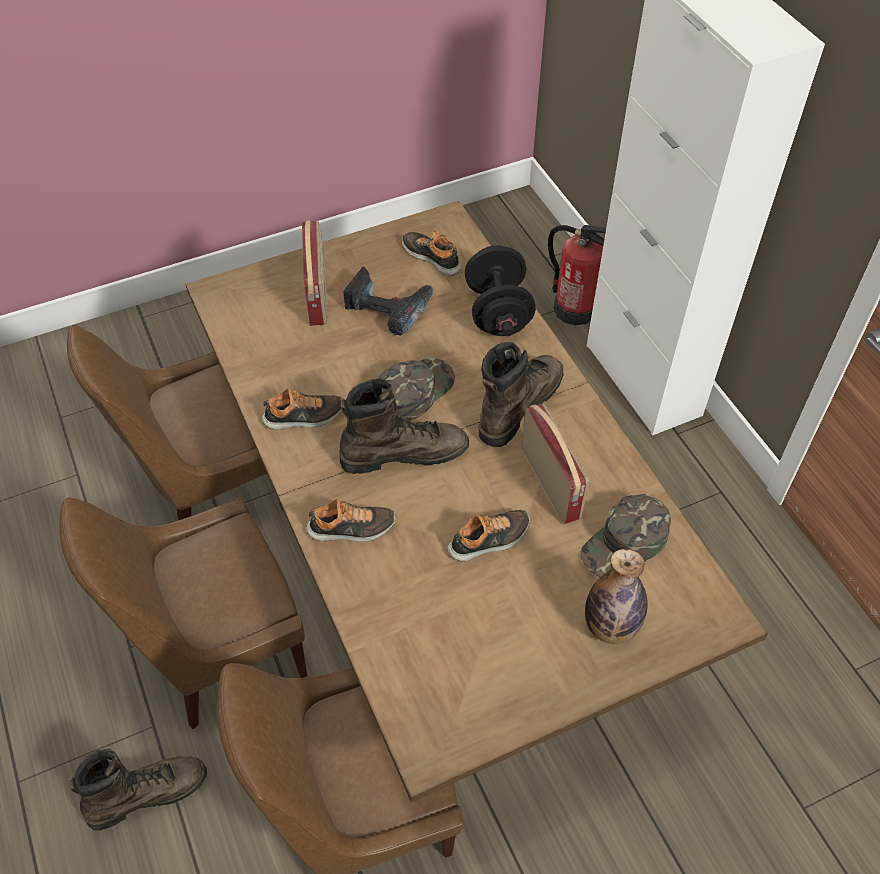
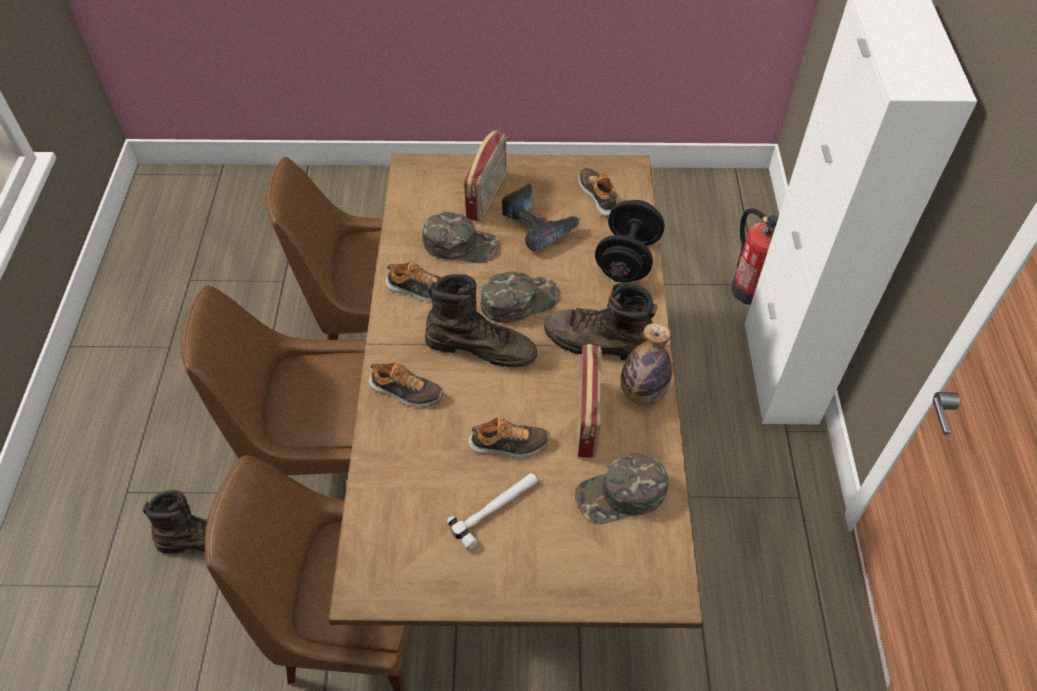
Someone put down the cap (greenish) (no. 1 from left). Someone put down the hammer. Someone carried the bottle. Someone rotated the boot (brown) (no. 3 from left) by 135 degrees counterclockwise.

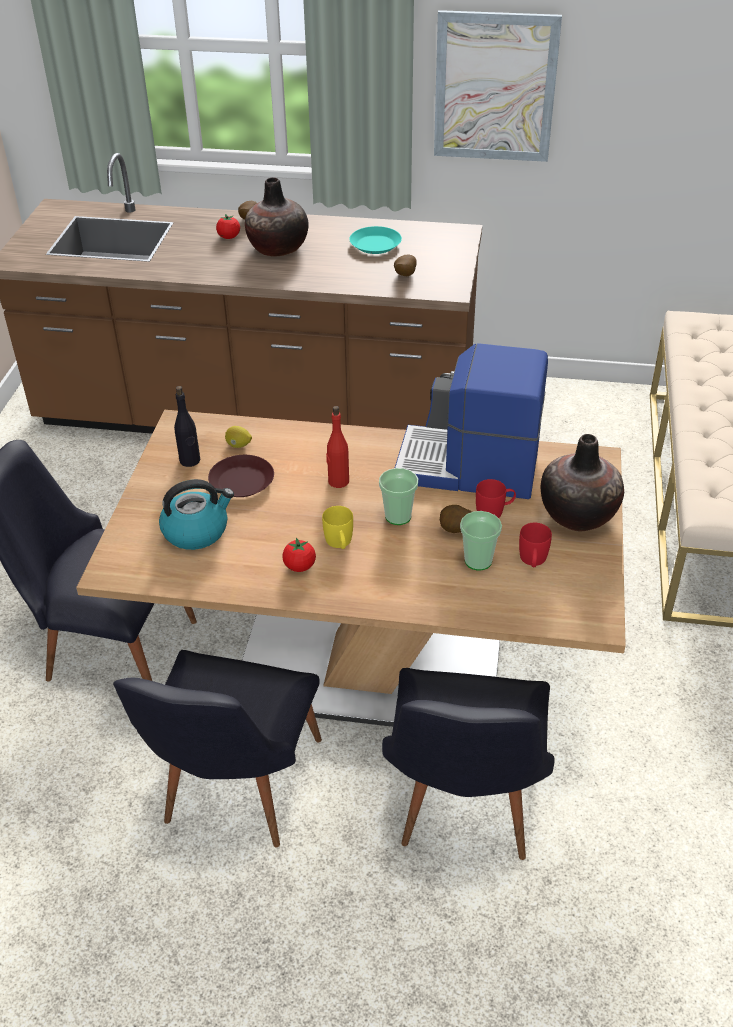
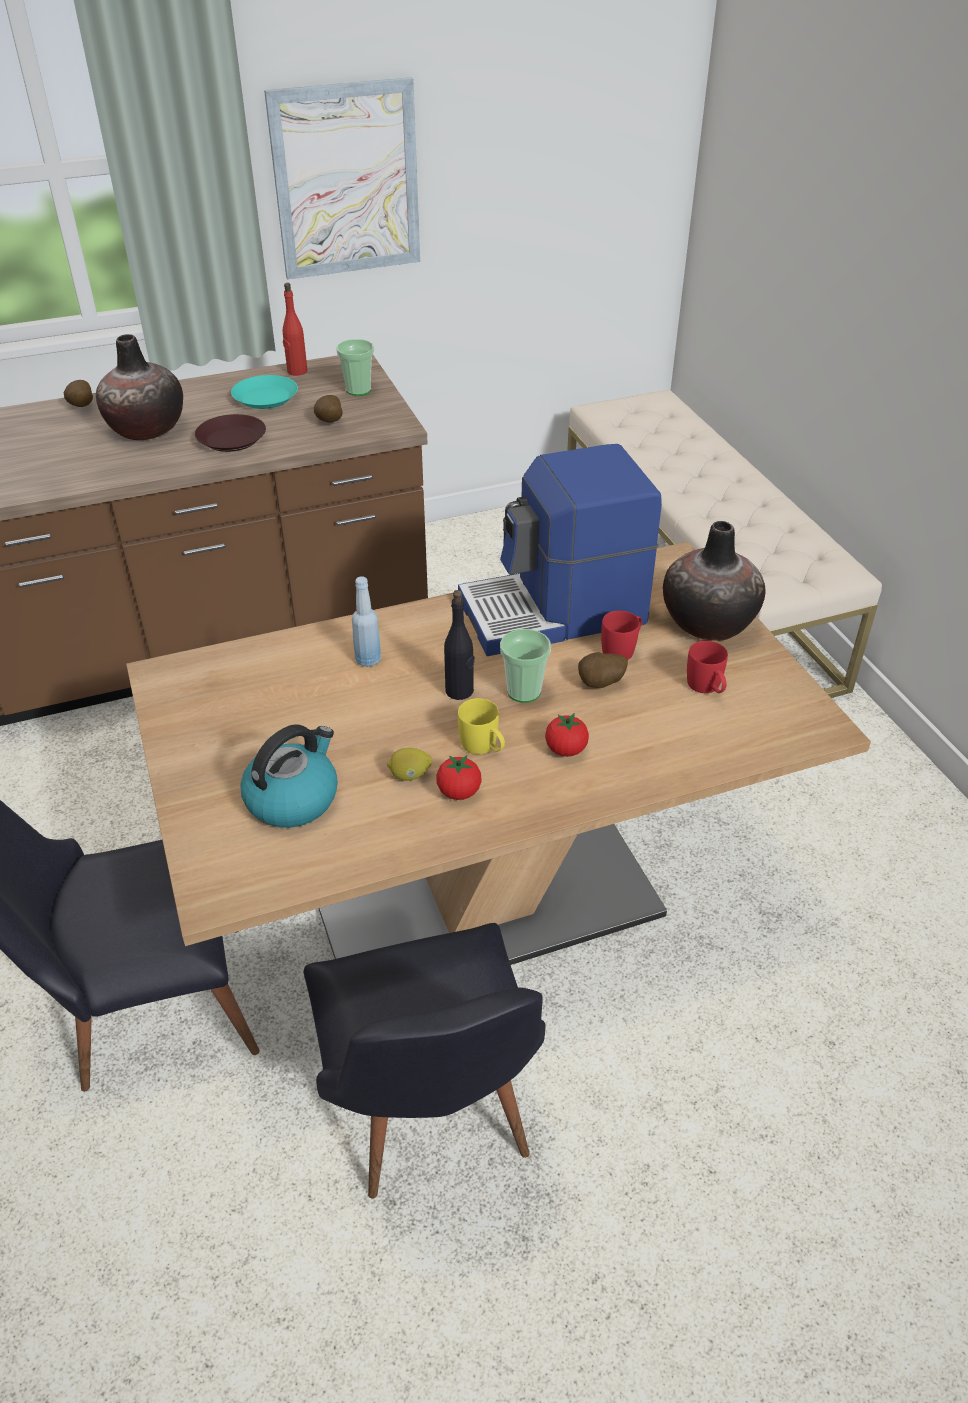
Someone took away the plain chair (blackish) (no. 3 from left). Someone put down the bottle (bluish). Someone carried the bottle (blackish). Someone carried the dinner plate (brown). Someone carried the fresh tomato (no. 1 from left in the first image). Someone carried the citrus fruit. Someone carried the bottle (red). Someone carried the drinking cup (no. 2 from left in the first image).

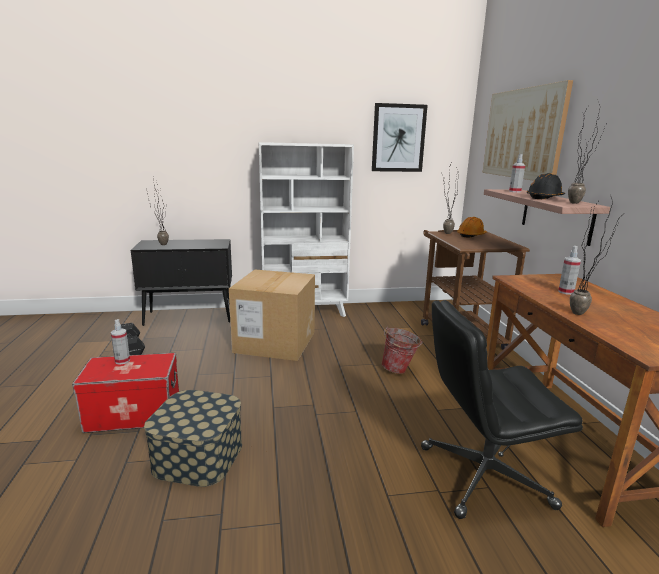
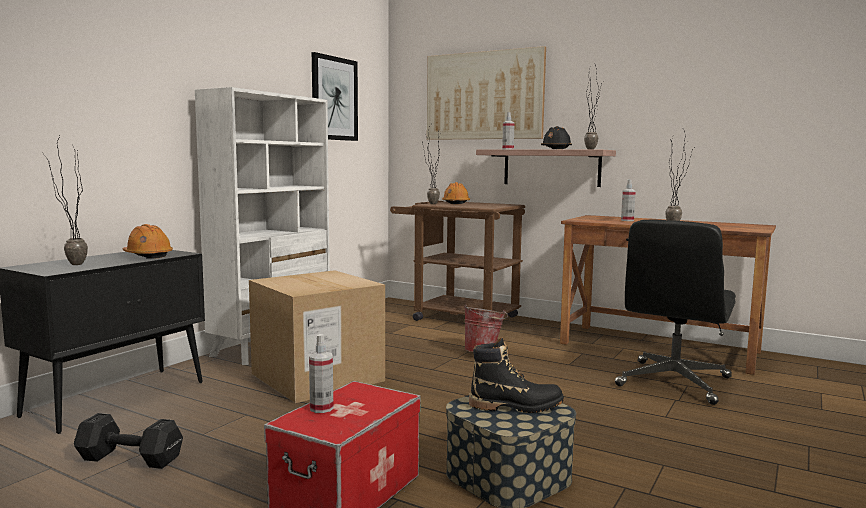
Someone put down the work helmet (orange-coloured) (no. 1 from left). Someone put down the boot (blackish).

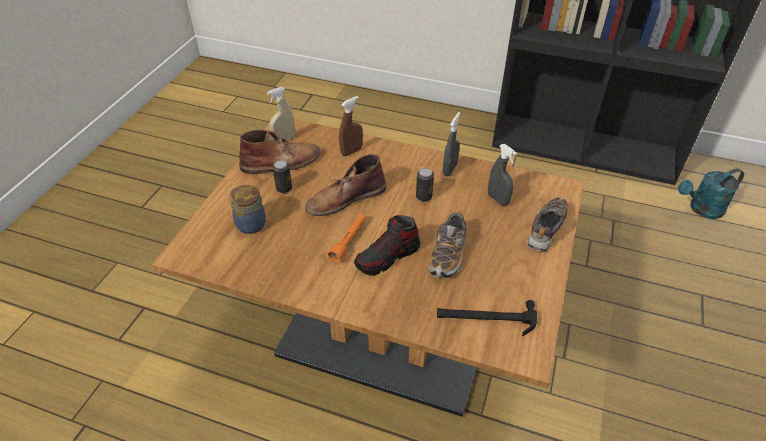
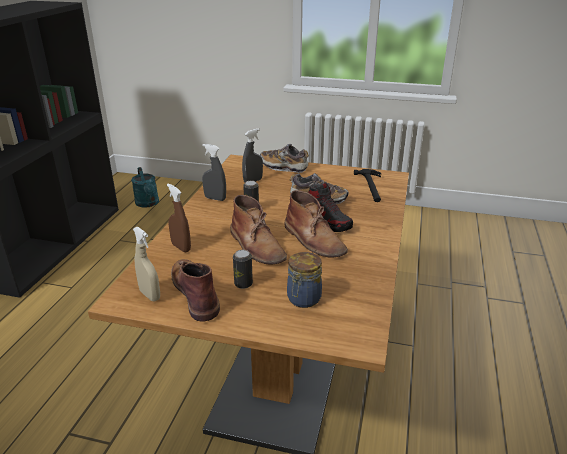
Someone swapped the hand torch (orange-coloured) for the boot (brown) (no. 3 from left).

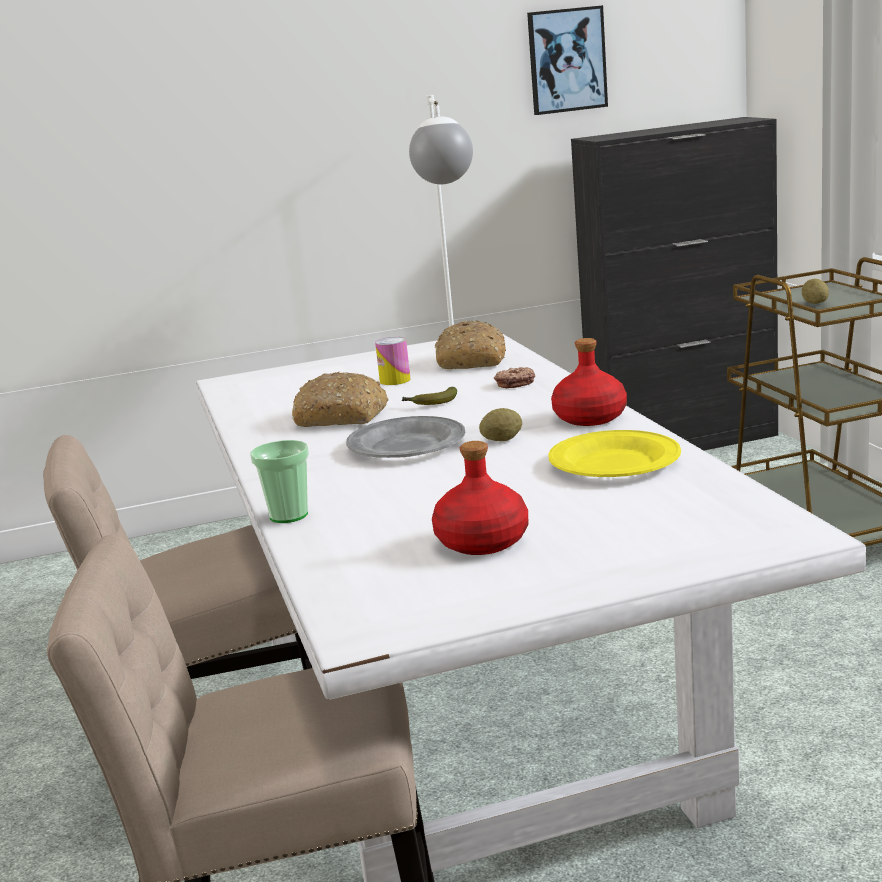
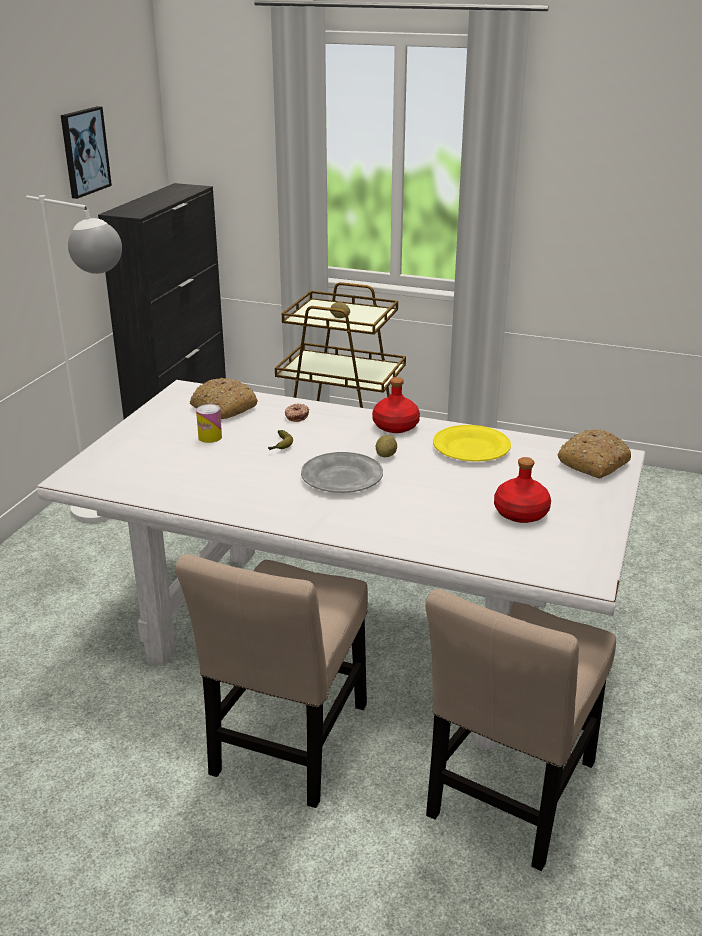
Someone took away the drinking cup. Someone carried the baked bread (no. 1 from left in the first image).

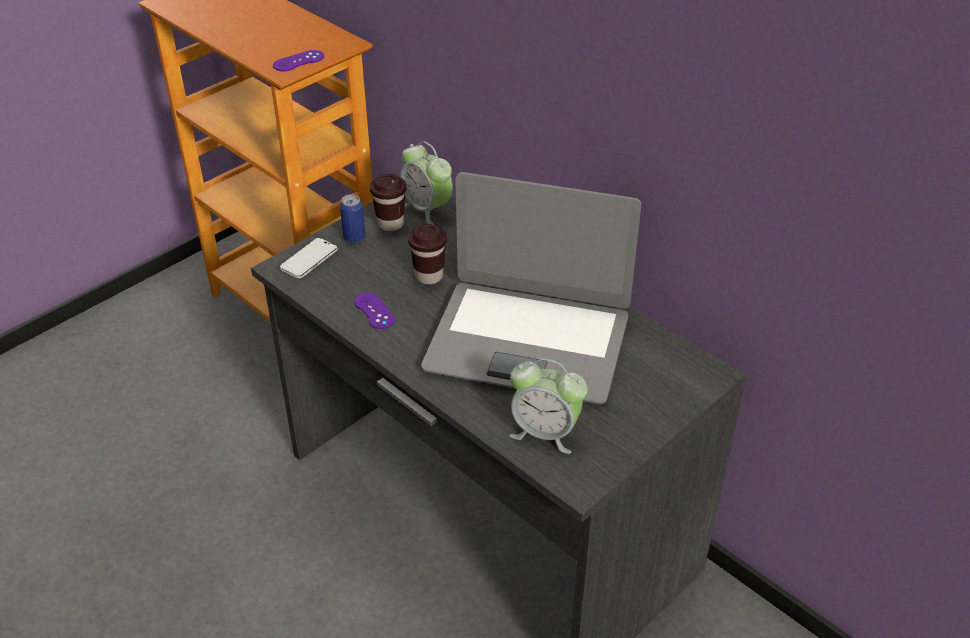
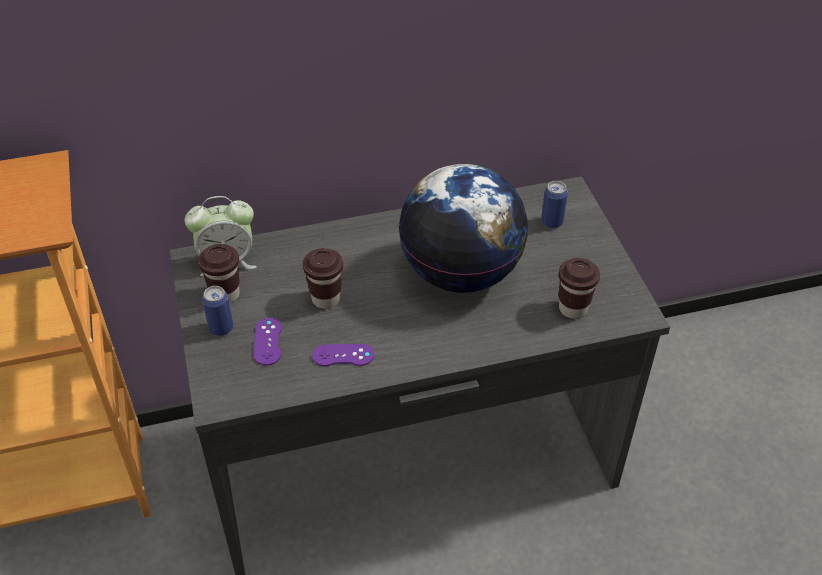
Someone took away the phone. Someone put down the metal can (no. 2 from left). Someone carried the game controller (purple-coloured) (no. 1 from left). Someone swapped the portable computer for the desk globe. Someone swapped the alarm clock (no. 2 from left) for the drinking cup (brown) (no. 3 from left).

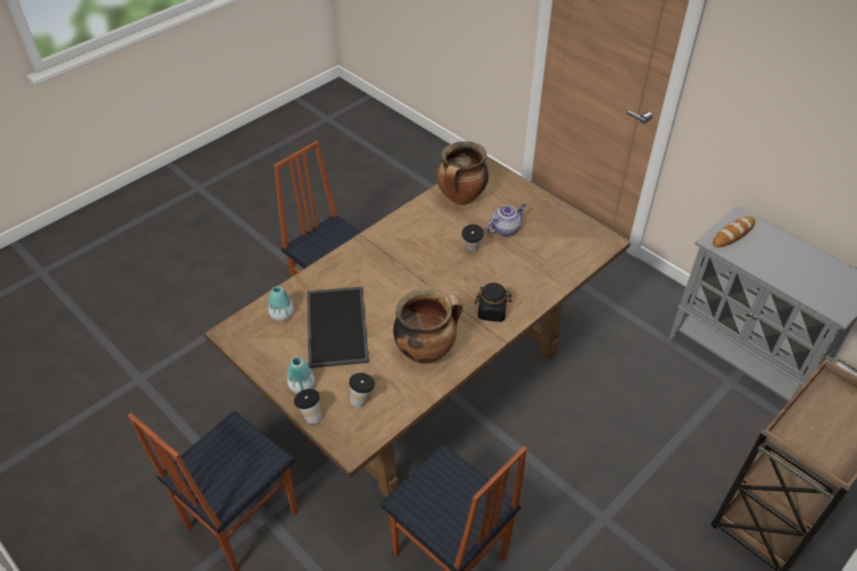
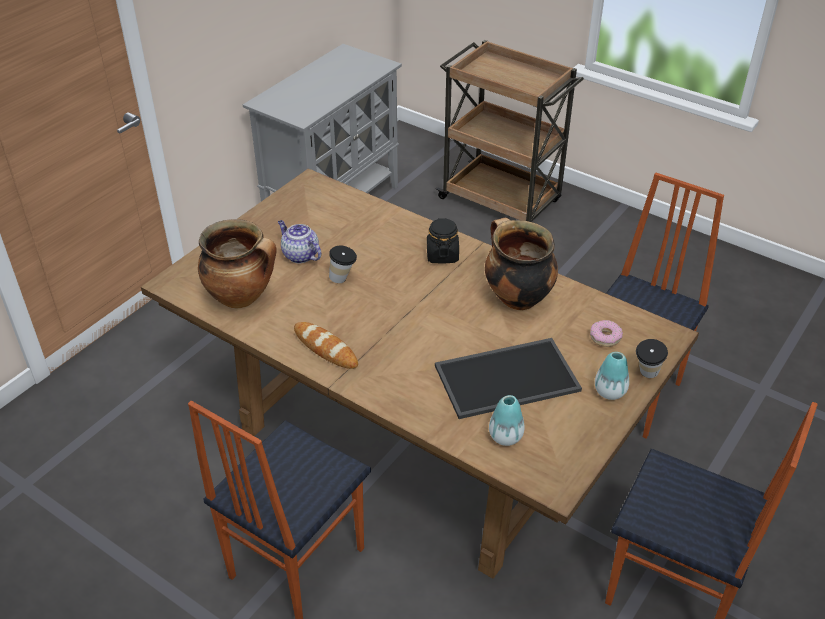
Someone carried the baked bread. Someone swapped the drinking cup (no. 2 from left) for the doughnut.

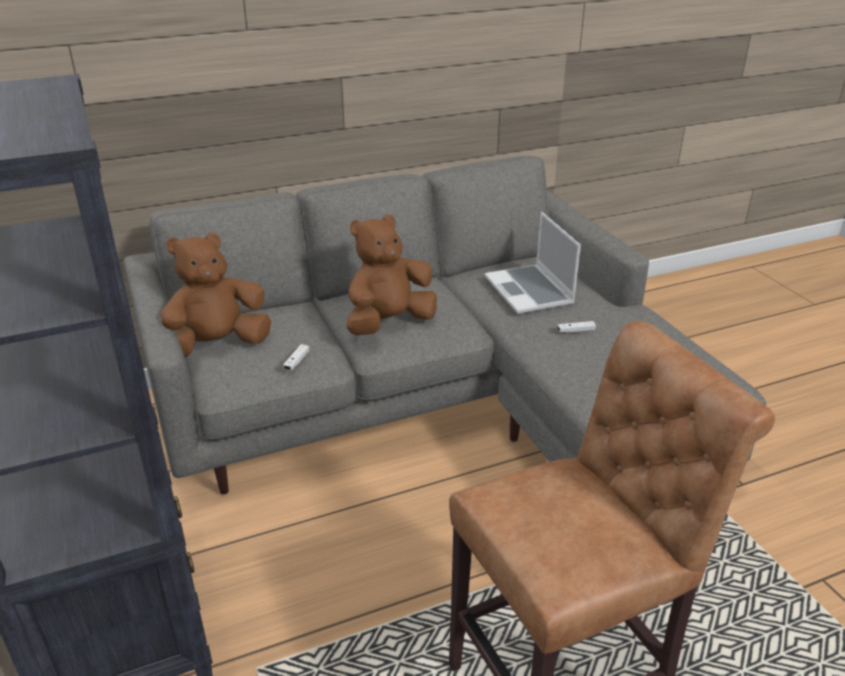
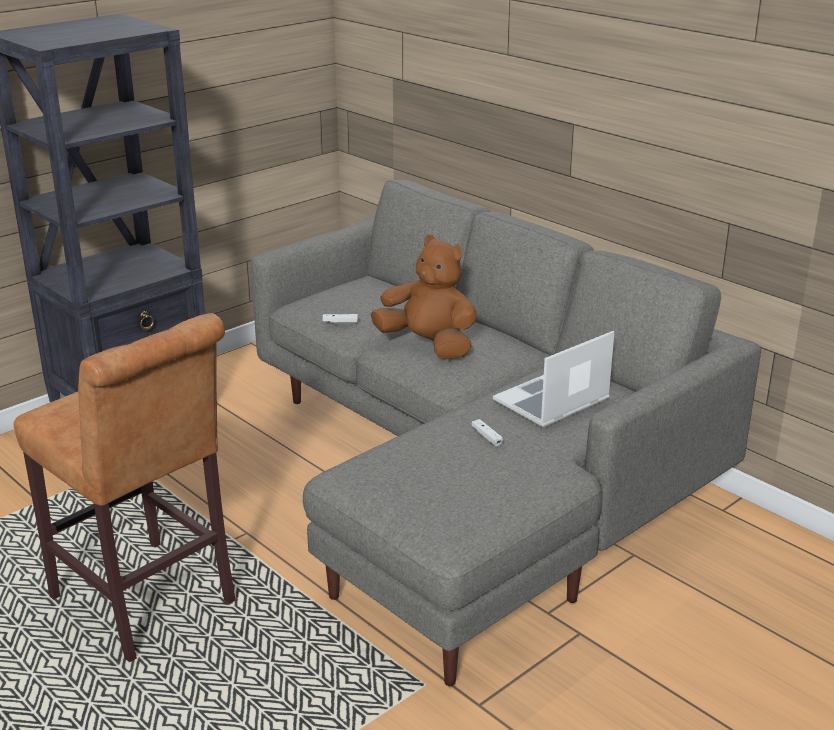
Someone took away the plush toy (brown) (no. 1 from left).

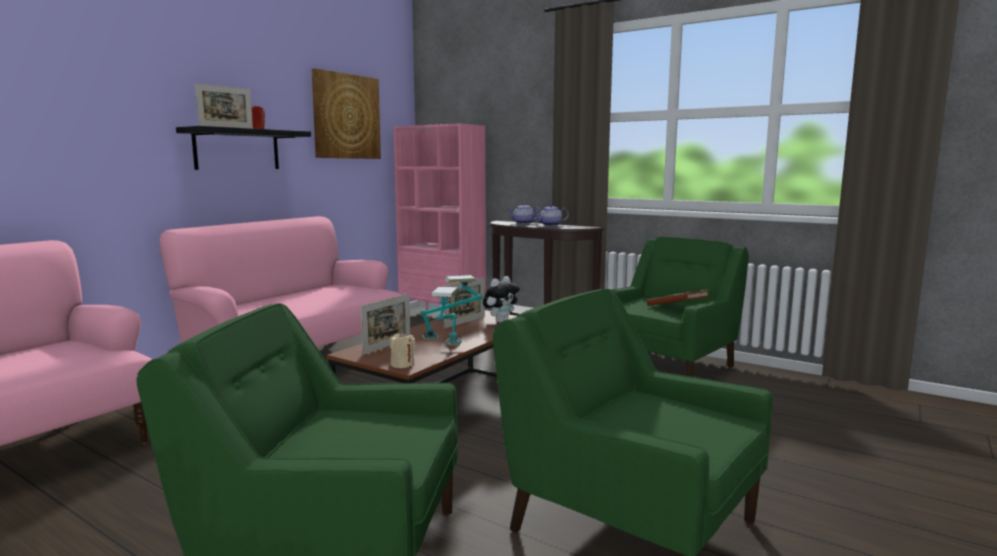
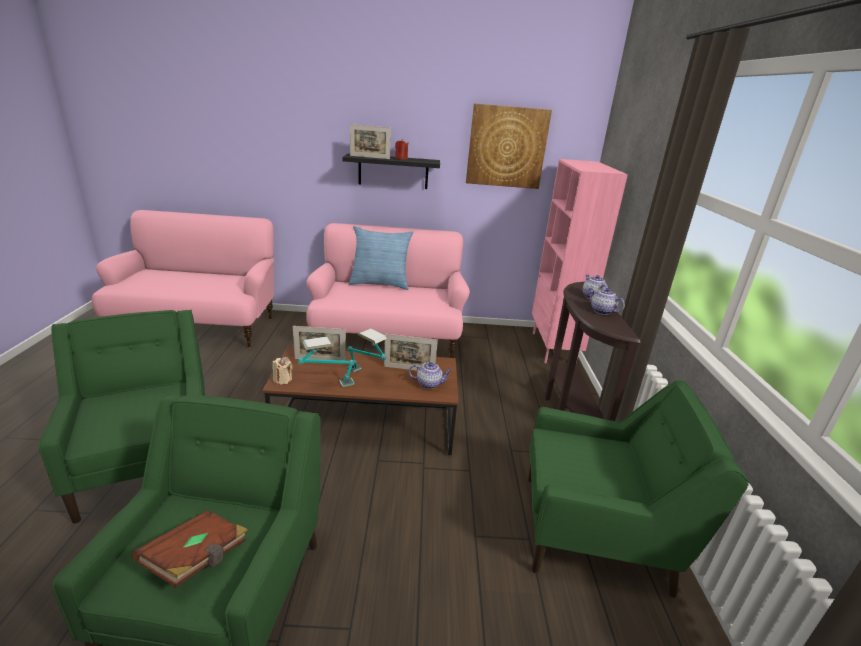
Someone put down the cushion. Someone carried the volume (brown). Someone swapped the plush toy for the tea pot (no. 1 from left).

